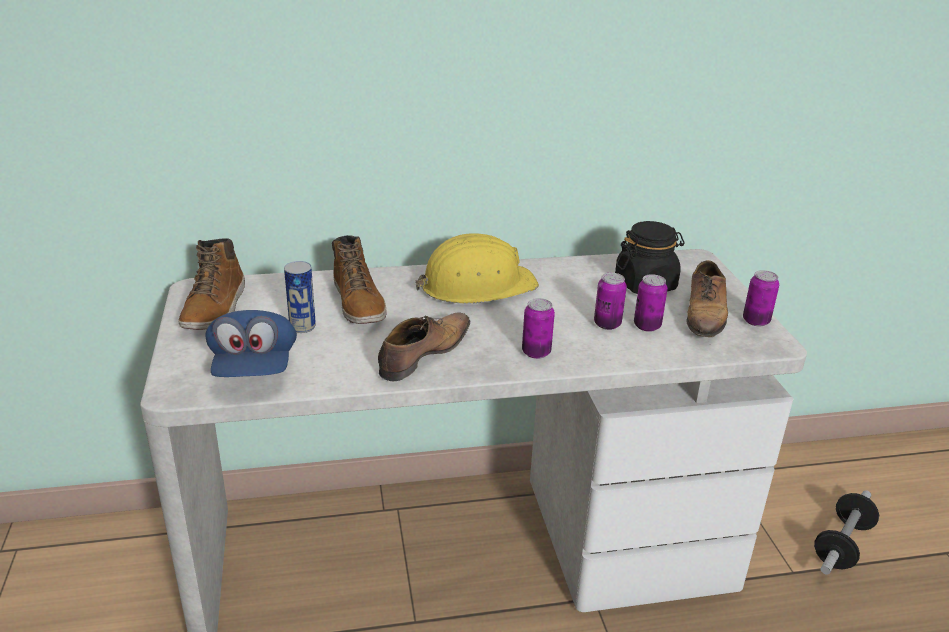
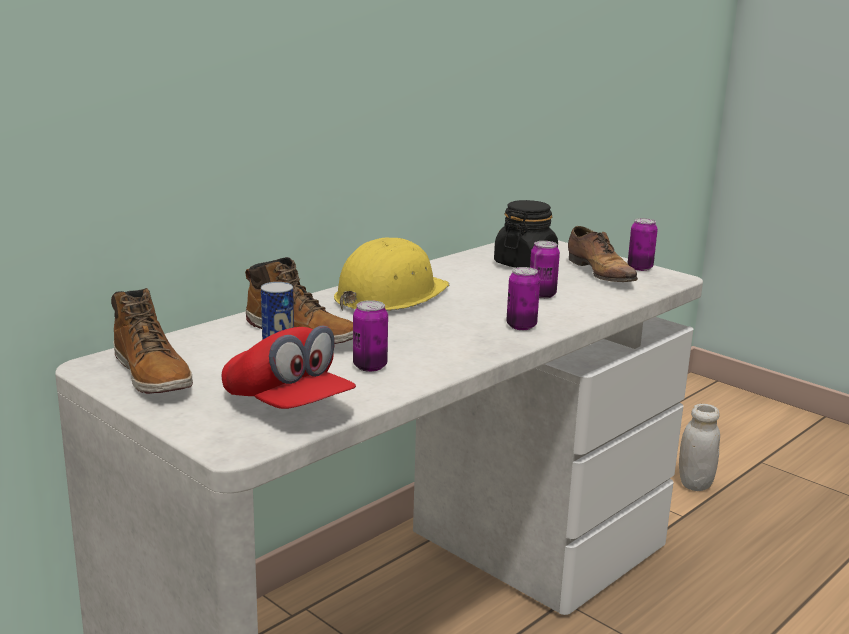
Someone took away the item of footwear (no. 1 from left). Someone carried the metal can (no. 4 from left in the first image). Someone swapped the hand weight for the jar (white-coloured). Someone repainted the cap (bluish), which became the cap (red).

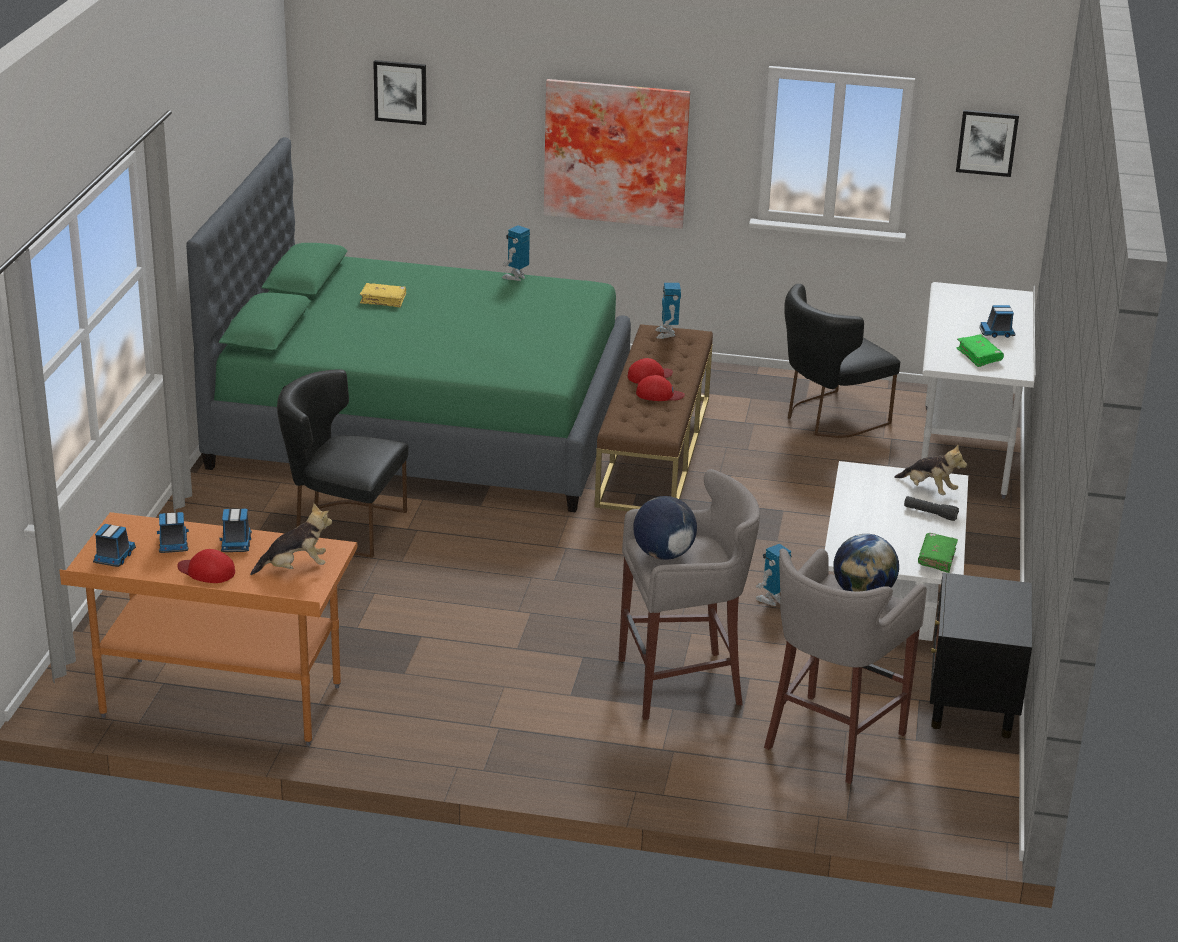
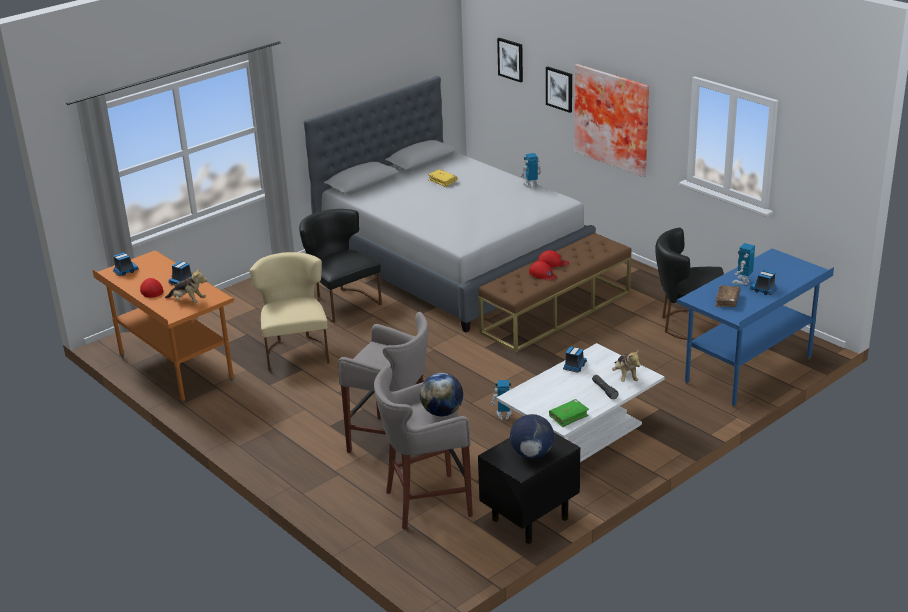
Someone put down the plain chair (beige). Someone carried the model truck (no. 2 from left in the first image). Someone carried the desk globe (no. 1 from left in the first image). Someone carried the toy robot (no. 2 from left in the first image). Someone carried the wall art (no. 3 from left in the first image). Someone repainted the bedroom bed (greenish), which became the bedroom bed (greyish). Someone repainted the desk table (white-coloured), which became the desk table (bluish). Someone repainted the volume (greenish) (no. 2 from left), which became the volume (brown).

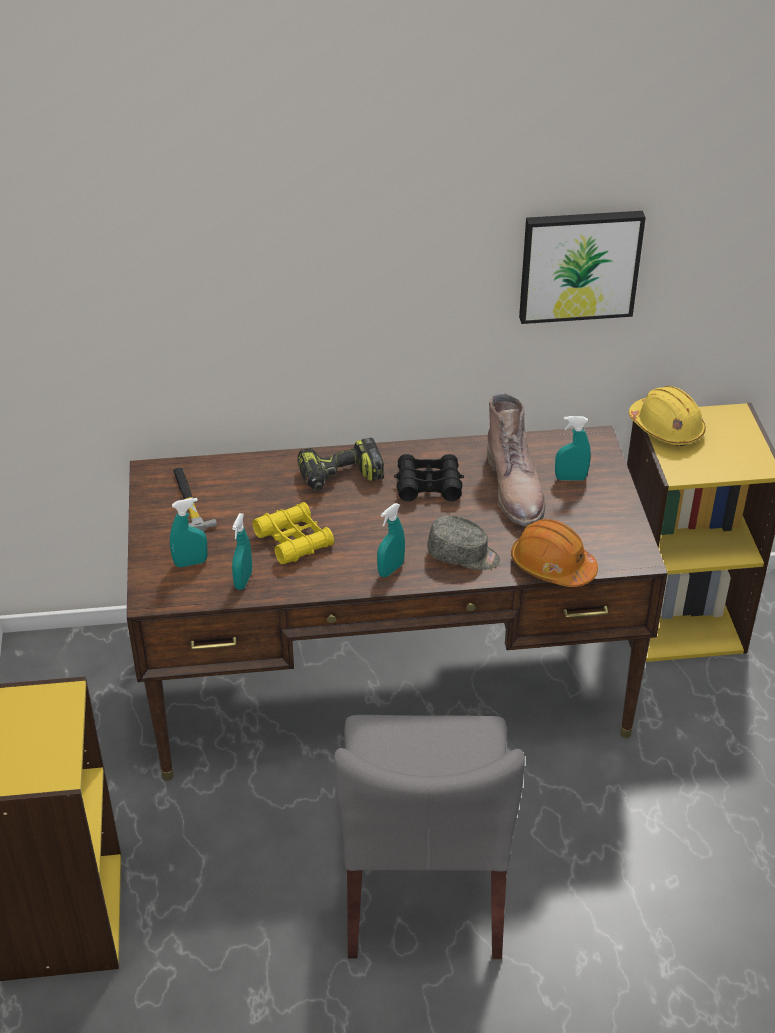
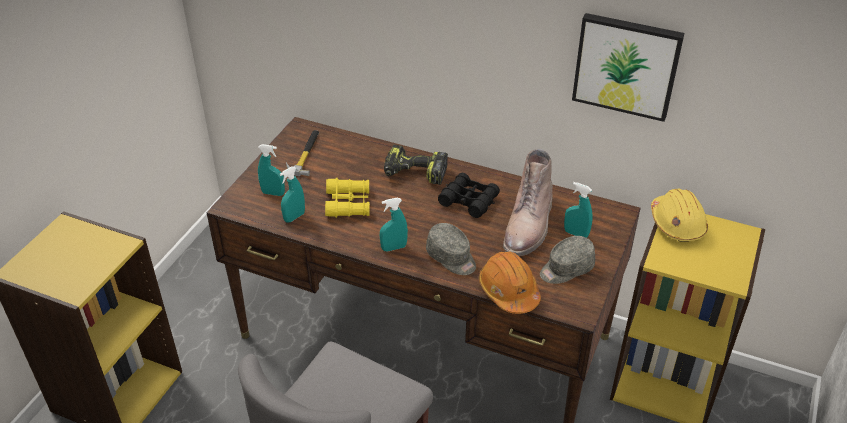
Someone put down the cap (greyish) (no. 2 from left).

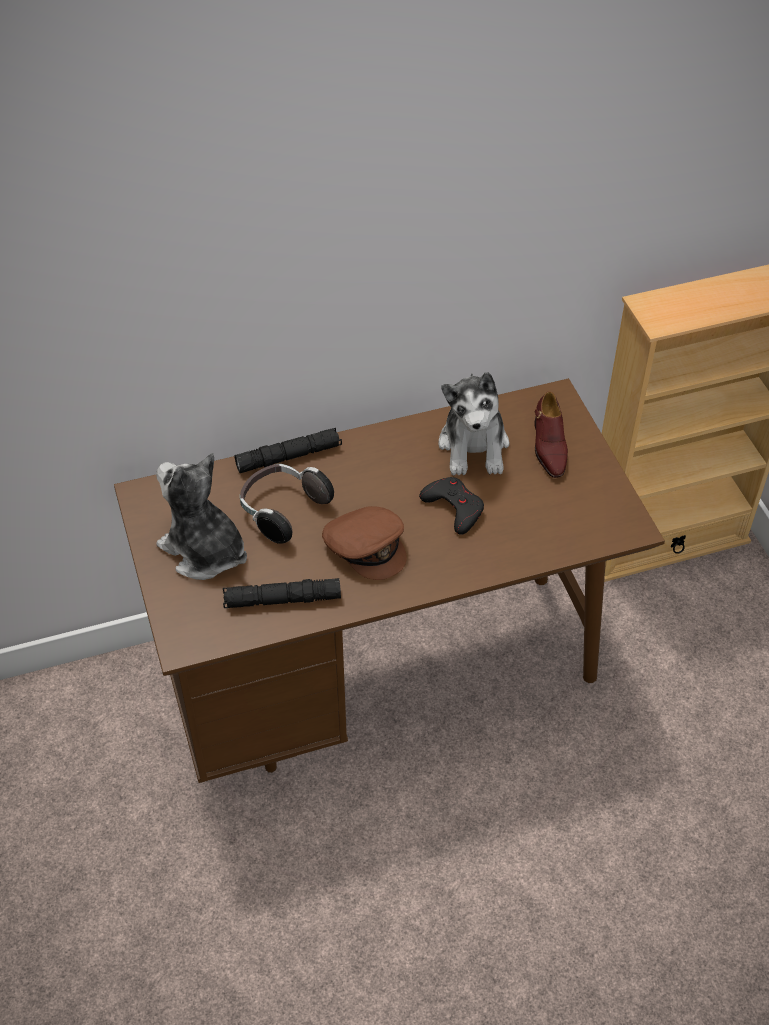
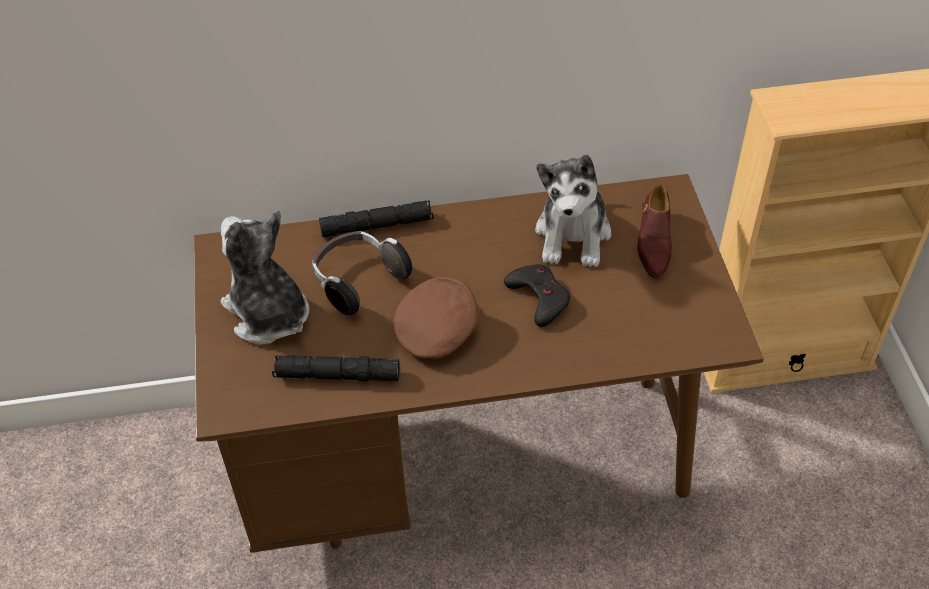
Someone rotated the cap (brown) by 105 degrees counterclockwise.

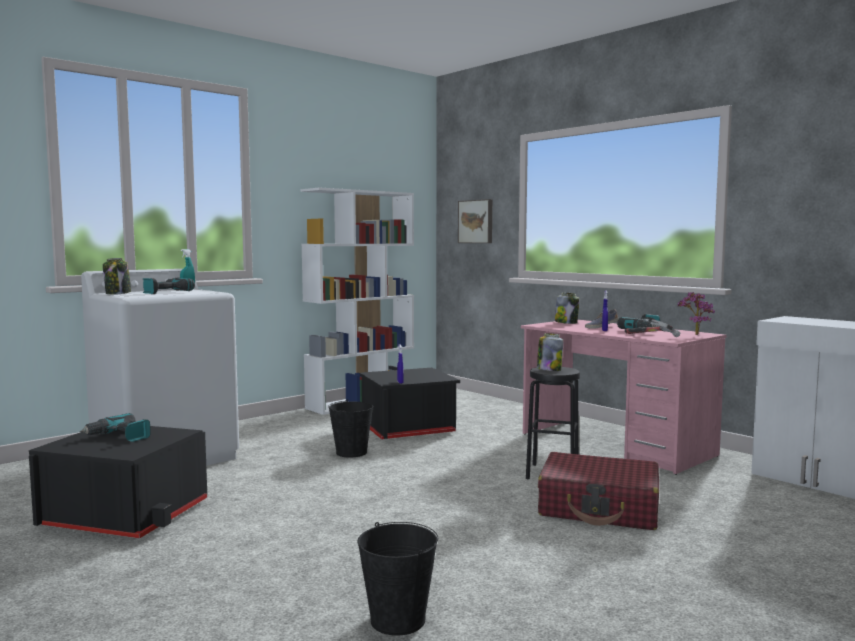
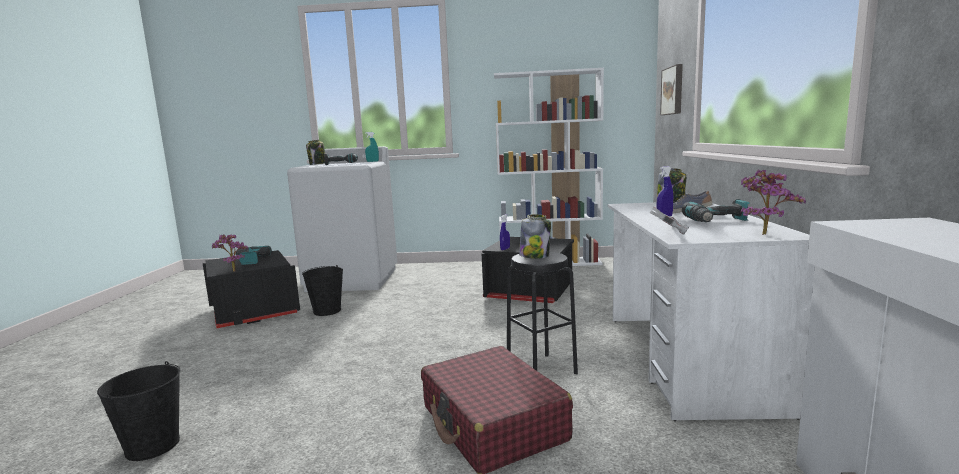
Someone put down the plant in a pot (no. 1 from left). Someone carried the pail (blackish) (no. 1 from left in the first image). Someone repainted the desk table (pink-coloured), which became the desk table (white-coloured).

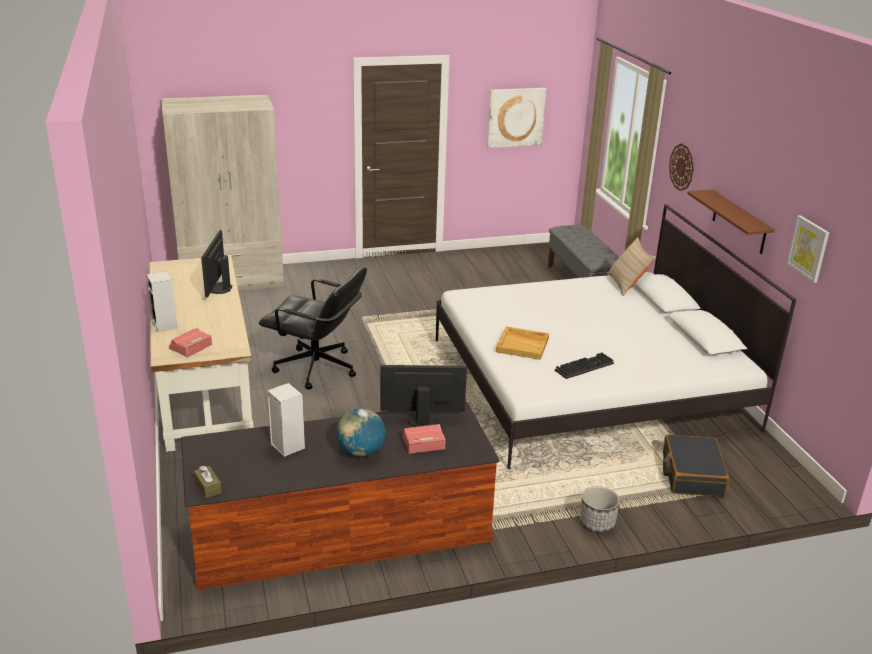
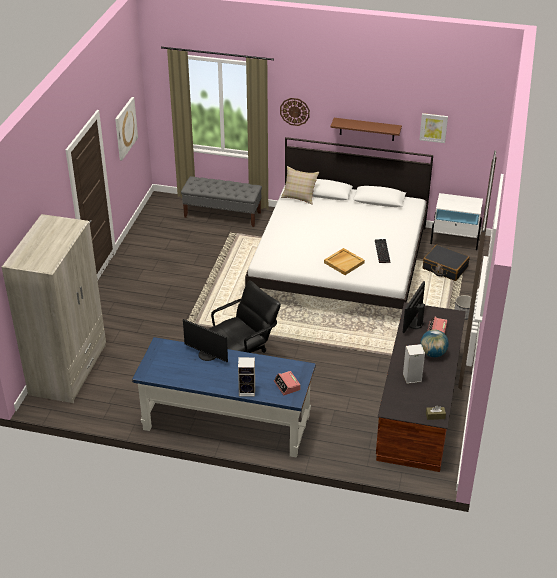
Someone put down the bedside table (white-coloured). Someone repainted the desk table (beige), which became the desk table (bluish).

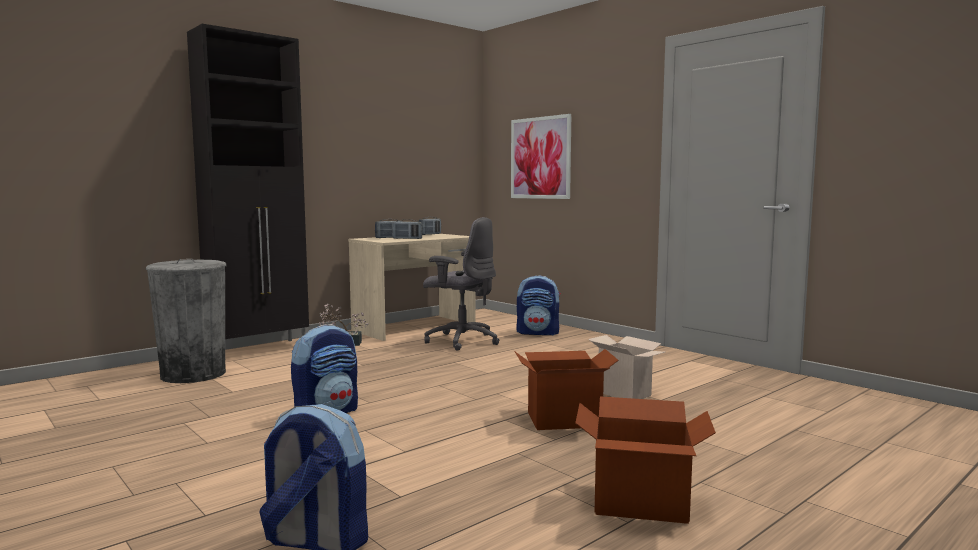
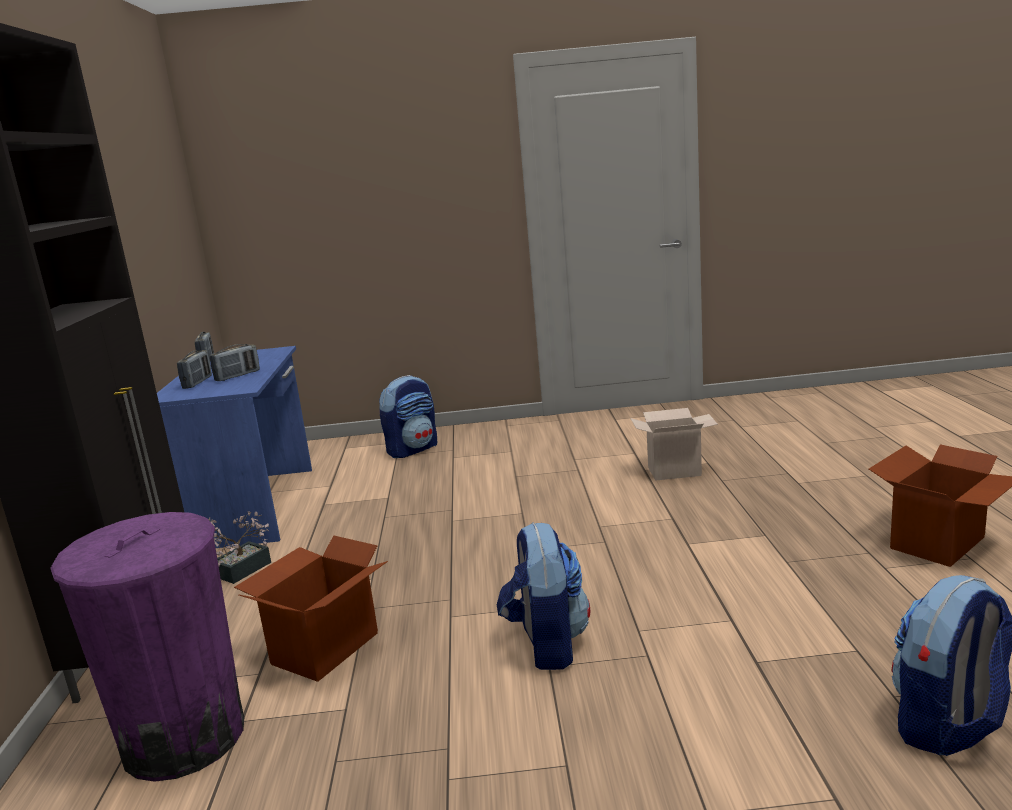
Someone took away the computer chair (greyish). Someone took away the wall art. Someone carried the packing box (no. 1 from left). Someone repainted the waste bin (greyish), which became the waste bin (purple-coloured). Someone repainted the desk table (beige), which became the desk table (bluish).

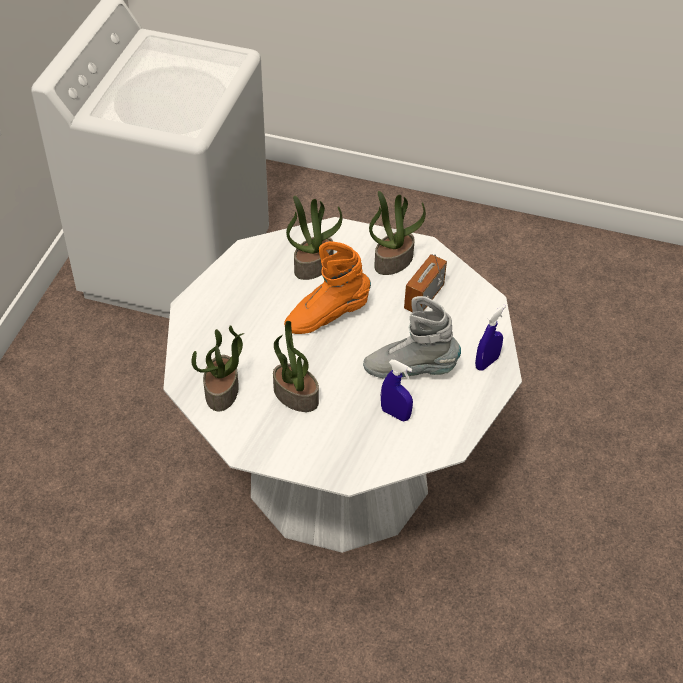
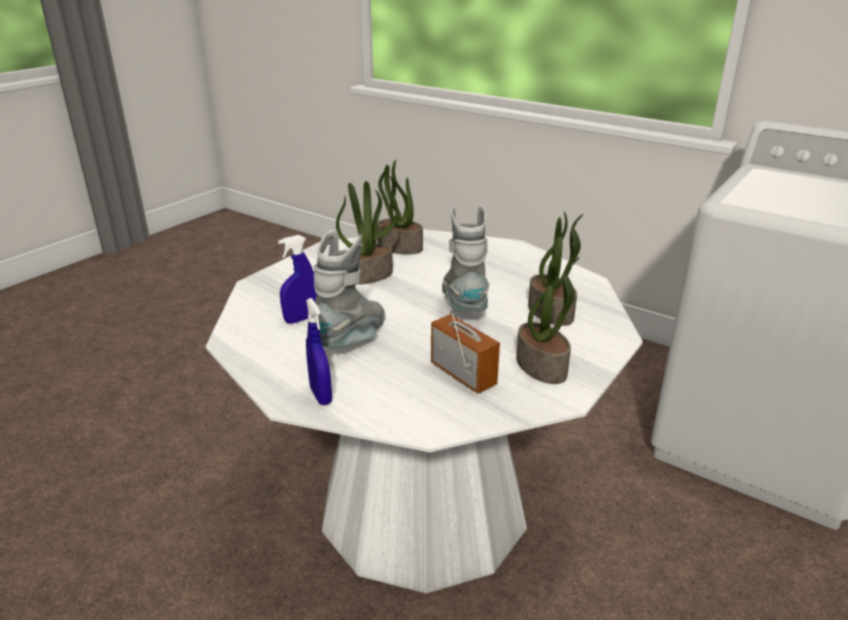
Someone repainted the boot (orange-coloured), which became the boot (greyish) (no. 2 from left).

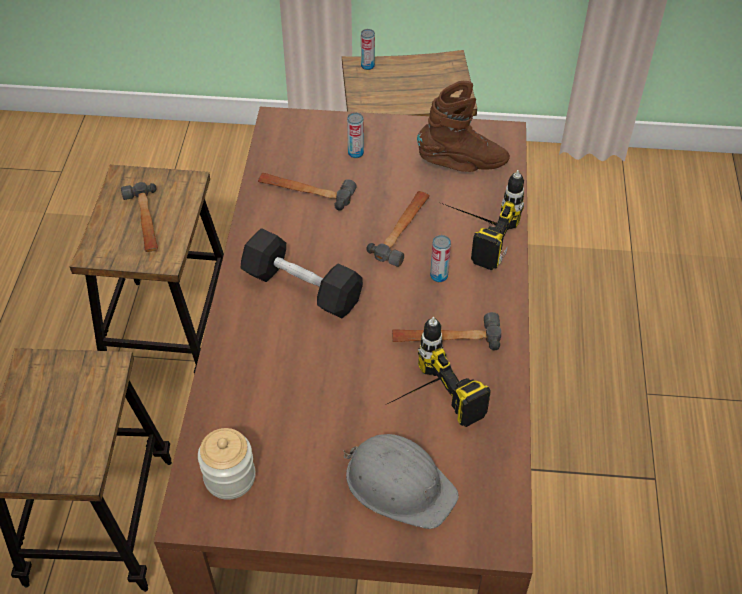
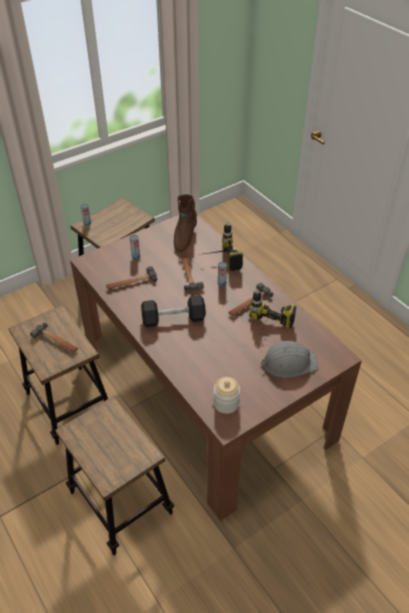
Someone rotated the boot (brown) by 150 degrees clockwise.

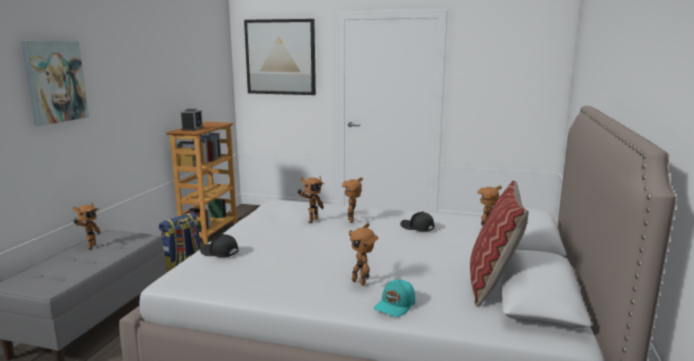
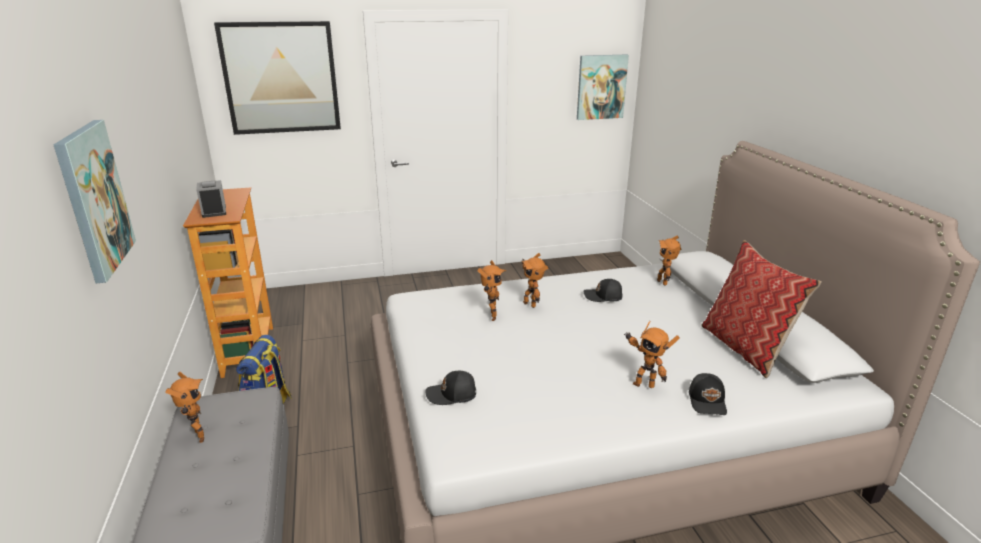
Someone put up the wall art (no. 3 from left). Someone repainted the cap (turquoise), which became the cap (blackish) (no. 3 from left).

